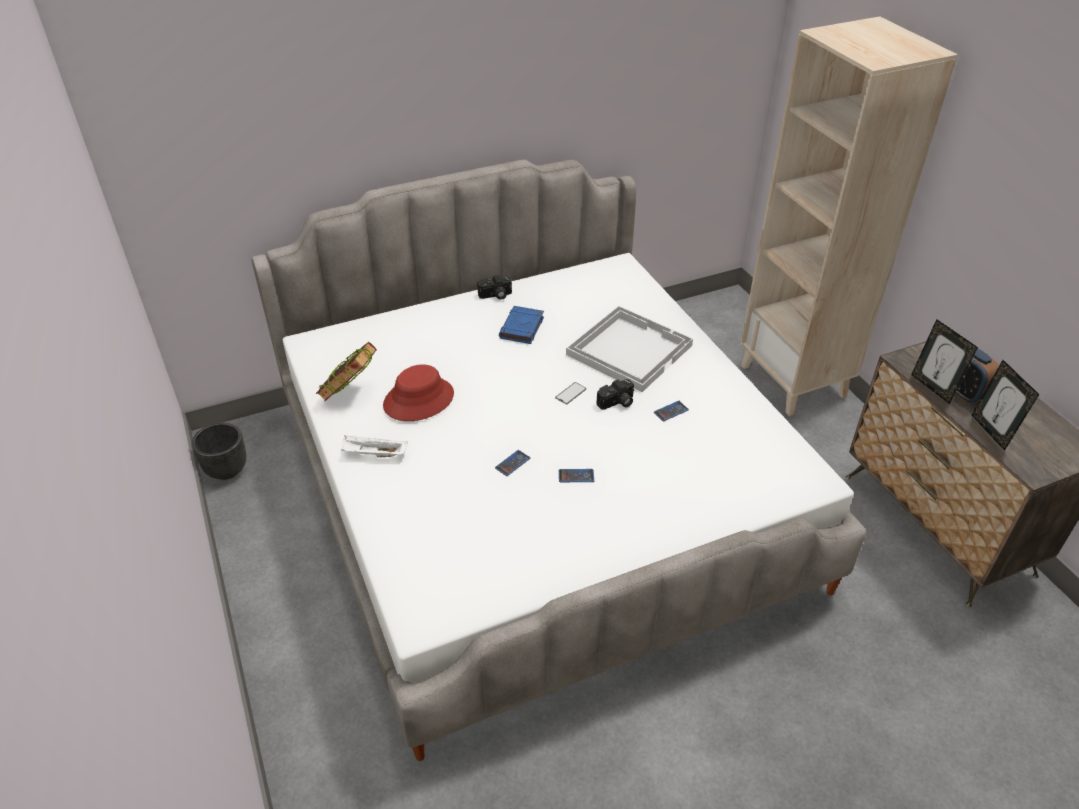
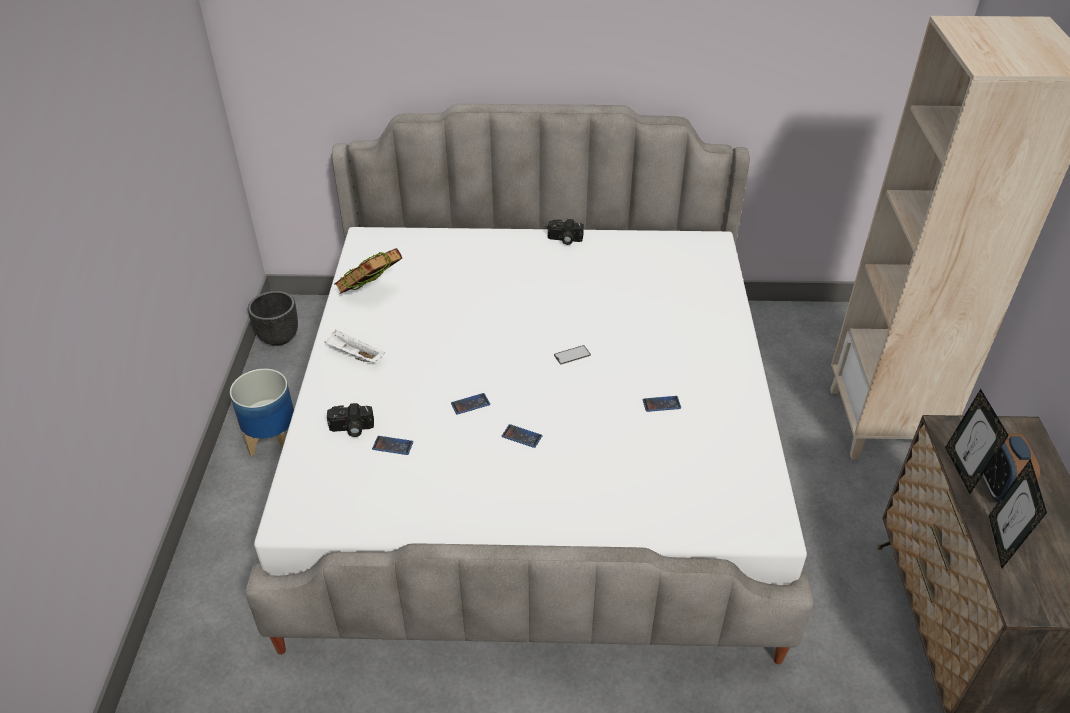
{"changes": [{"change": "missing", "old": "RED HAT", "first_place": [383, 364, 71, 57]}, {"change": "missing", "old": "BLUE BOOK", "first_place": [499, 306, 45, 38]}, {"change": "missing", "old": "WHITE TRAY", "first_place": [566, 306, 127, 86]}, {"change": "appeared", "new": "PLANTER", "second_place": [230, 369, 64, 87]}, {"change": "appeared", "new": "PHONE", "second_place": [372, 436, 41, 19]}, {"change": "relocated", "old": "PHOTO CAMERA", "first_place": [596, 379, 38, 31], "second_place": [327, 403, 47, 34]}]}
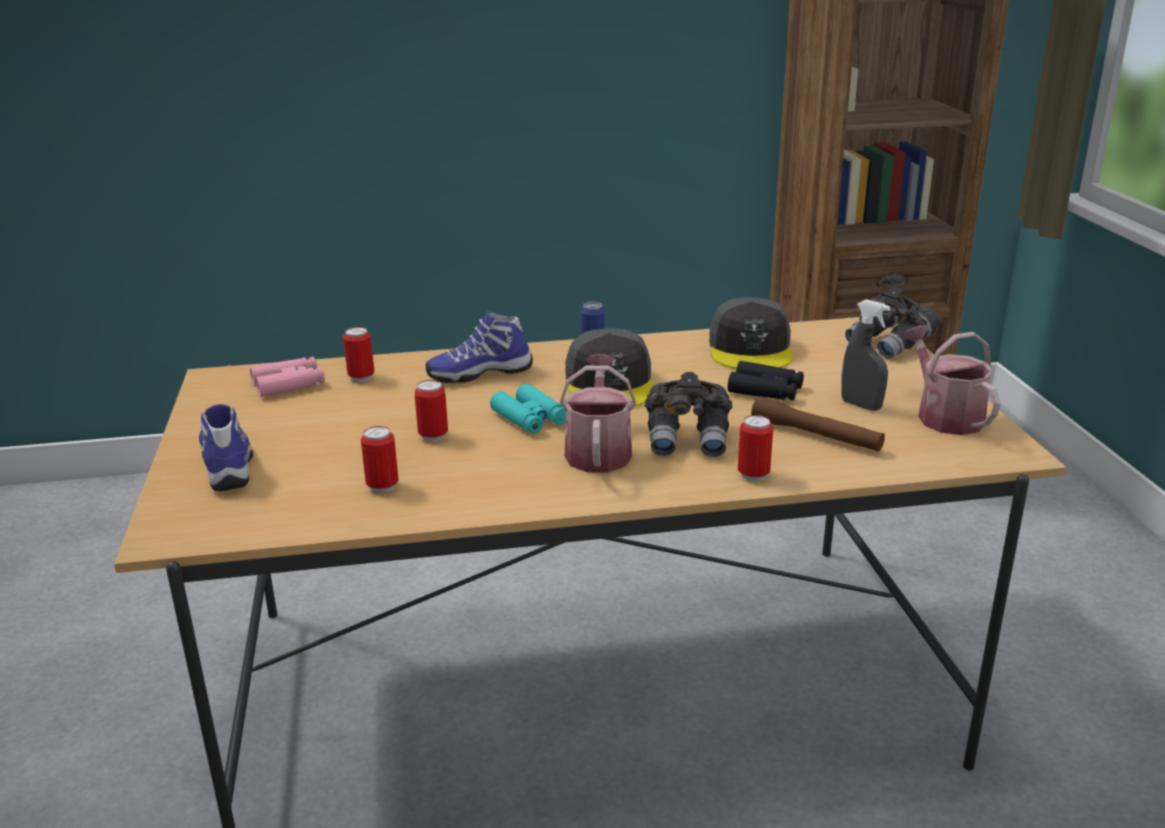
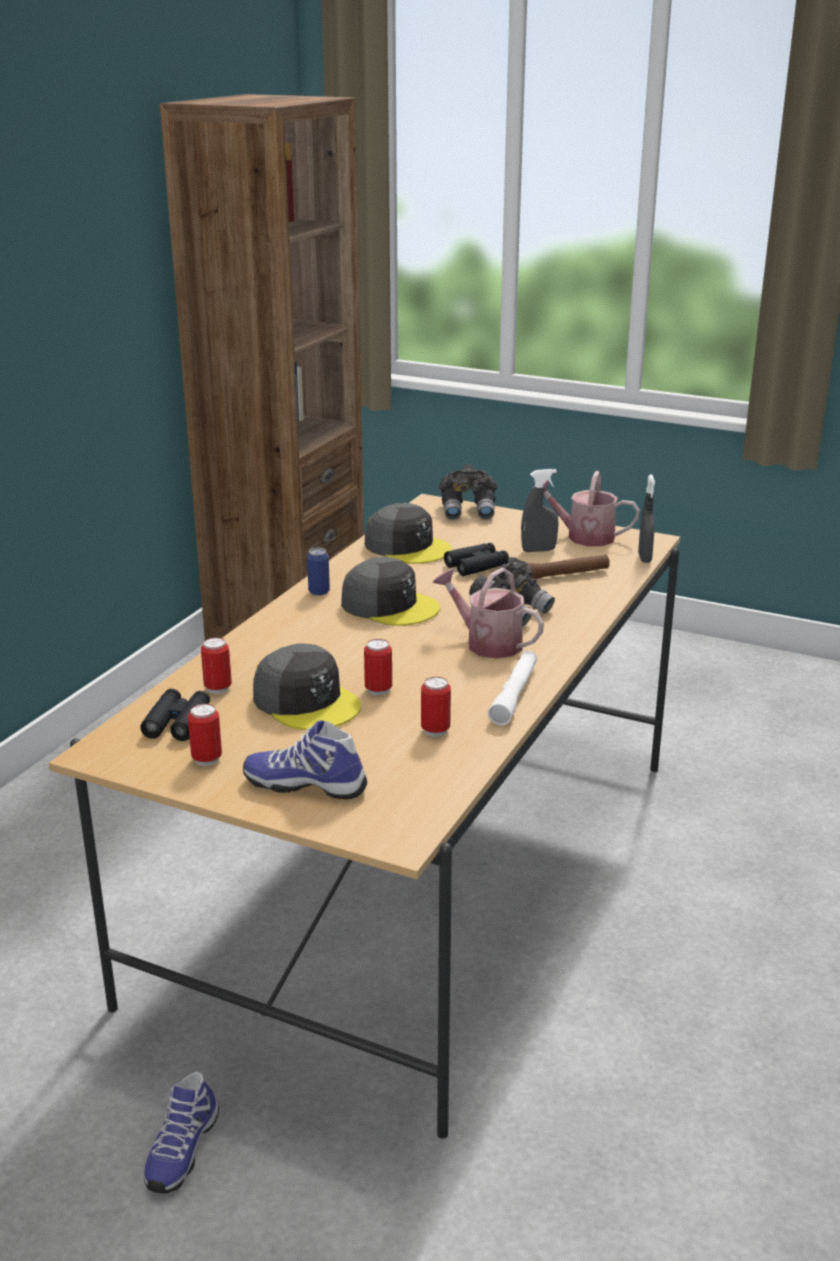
{"changes": [{"change": "missing", "old": "TURQUOISE BINOCULARS", "first_place": [490, 384, 76, 50]}, {"change": "appeared", "new": "GREY CAP", "second_place": [253, 643, 108, 87]}, {"change": "appeared", "new": "WHITE FLASHLIGHT", "second_place": [488, 651, 49, 74]}, {"change": "appeared", "new": "GREY SPRAY BOTTLE", "second_place": [638, 475, 17, 88]}, {"change": "relocated", "old": "SHOE", "first_place": [426, 312, 107, 71], "second_place": [144, 1072, 75, 122]}, {"change": "relocated", "old": "CAN", "first_place": [738, 415, 35, 67], "second_place": [188, 704, 34, 62]}, {"change": "colour", "old": "PINK BINOCULARS", "new": "BLACK BINOCULARS", "first_place": [250, 357, 75, 40], "second_place": [140, 689, 70, 52]}]}
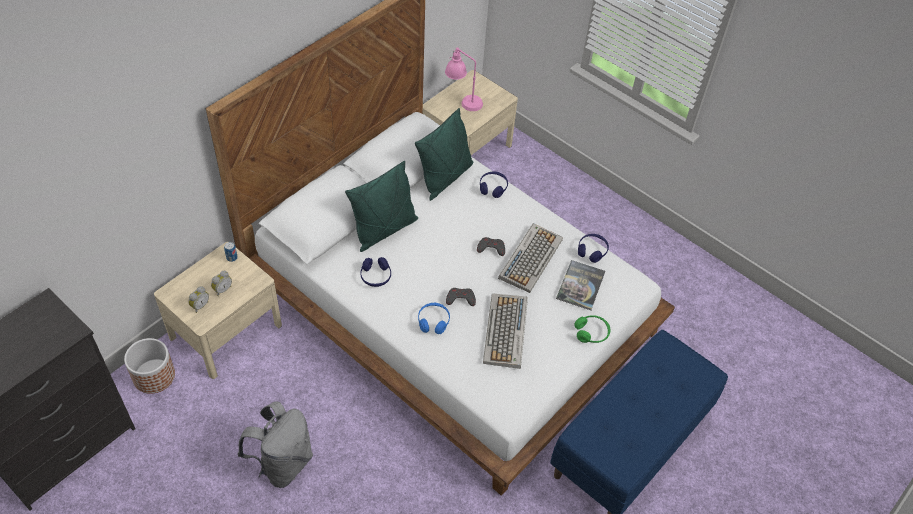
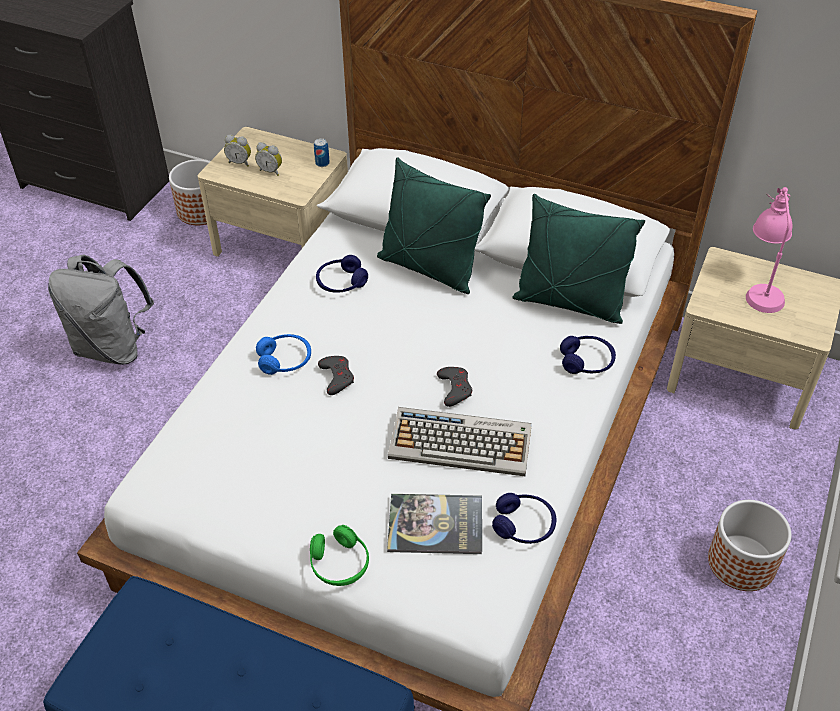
{"changes": [{"change": "missing", "old": "KEYBOARD", "first_place": [483, 294, 45, 75]}, {"change": "appeared", "new": "PLANTER", "second_place": [708, 500, 84, 91]}]}
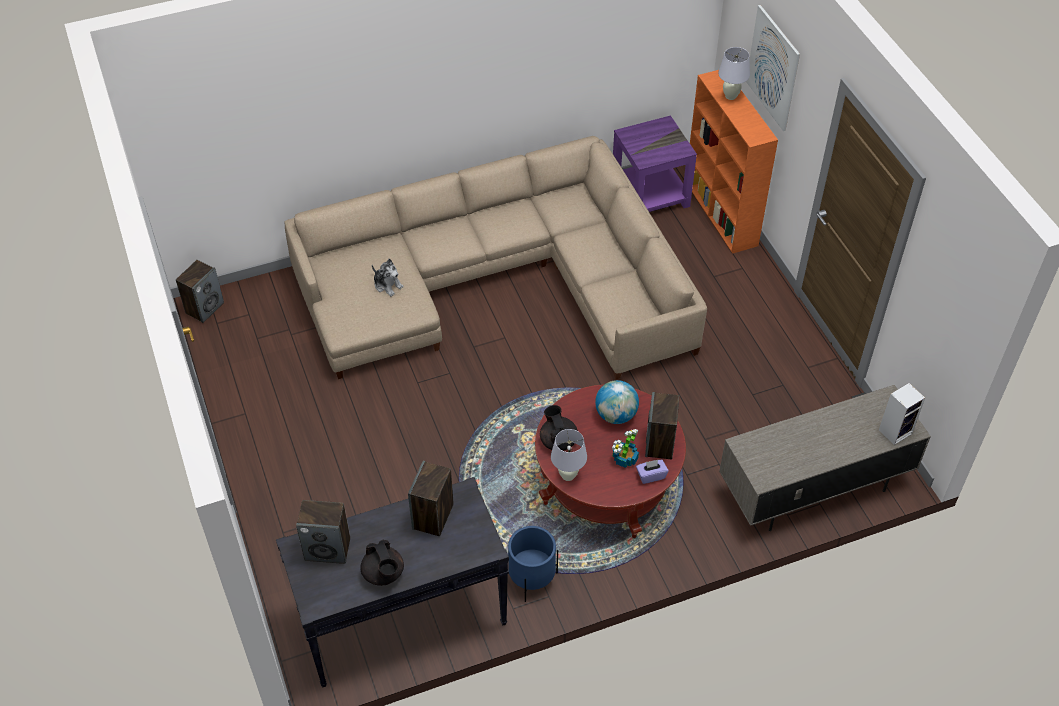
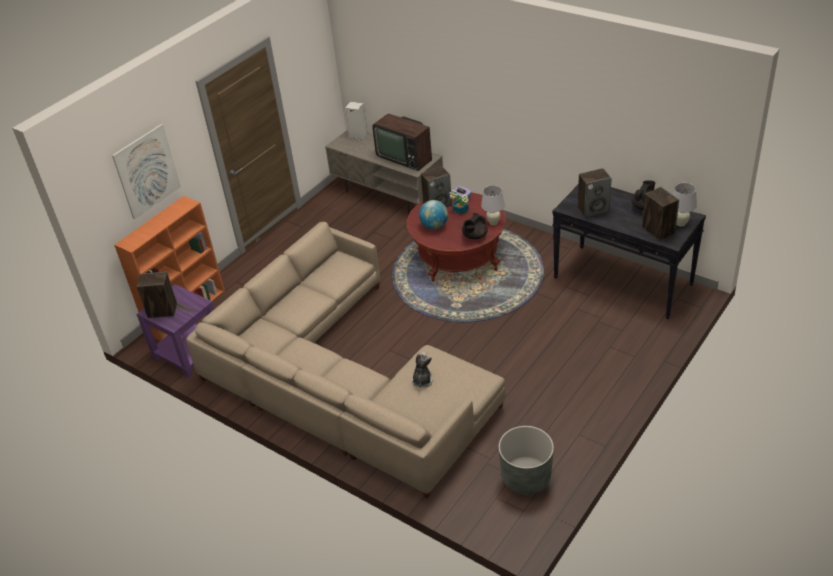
{"changes": [{"change": "missing", "old": "BLUE PLANTER", "first_place": [508, 526, 50, 76]}, {"change": "appeared", "new": "TELEVISION", "second_place": [372, 114, 60, 57]}, {"change": "appeared", "new": "GREY PLANTER", "second_place": [499, 426, 55, 68]}, {"change": "relocated", "old": "SPEAKER", "first_place": [176, 260, 48, 63], "second_place": [137, 272, 40, 46]}, {"change": "relocated", "old": "WHITE TABLE LAMP", "first_place": [718, 47, 32, 53], "second_place": [673, 183, 24, 44]}]}
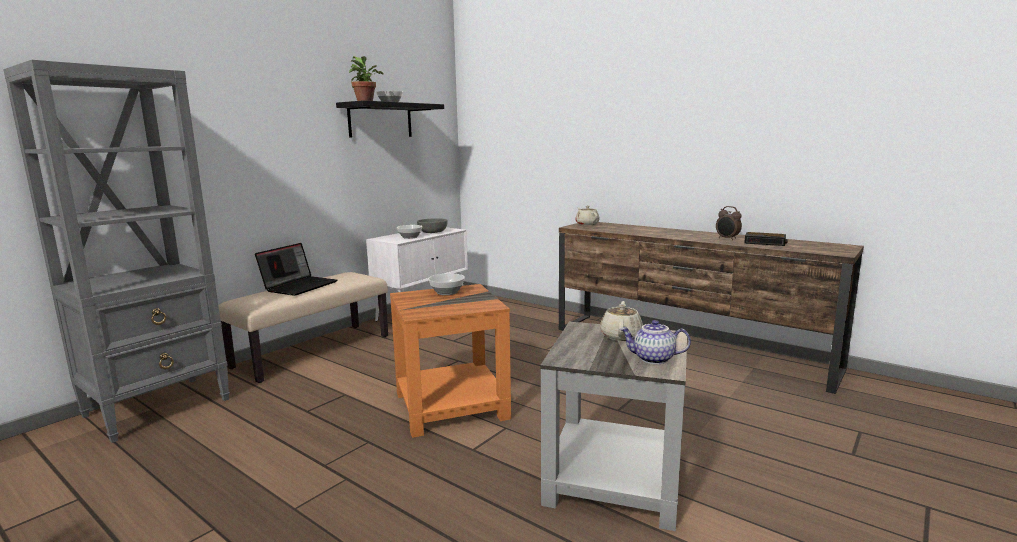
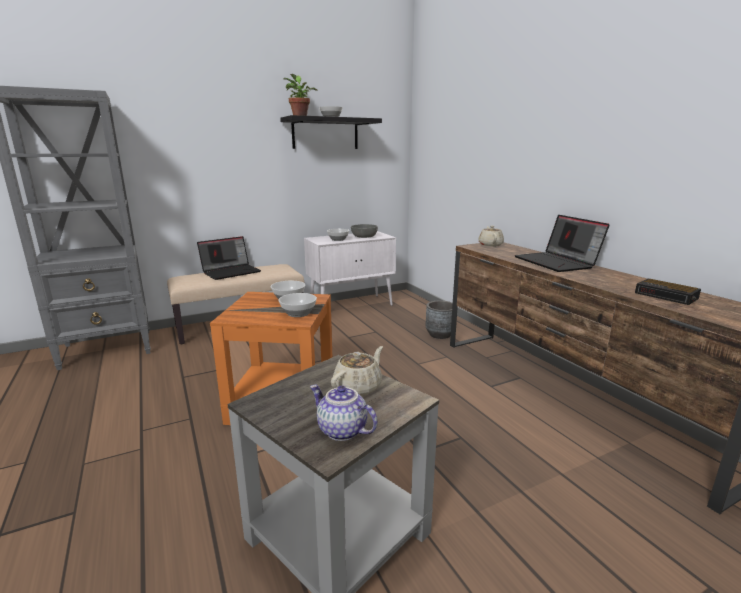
{"changes": [{"change": "missing", "old": "ALARM CLOCK", "first_place": [716, 206, 26, 34]}, {"change": "appeared", "new": "BOWL", "second_place": [279, 293, 38, 24]}, {"change": "appeared", "new": "GREY PLANTER", "second_place": [426, 301, 27, 38]}, {"change": "appeared", "new": "LAPTOP", "second_place": [514, 215, 96, 57]}]}
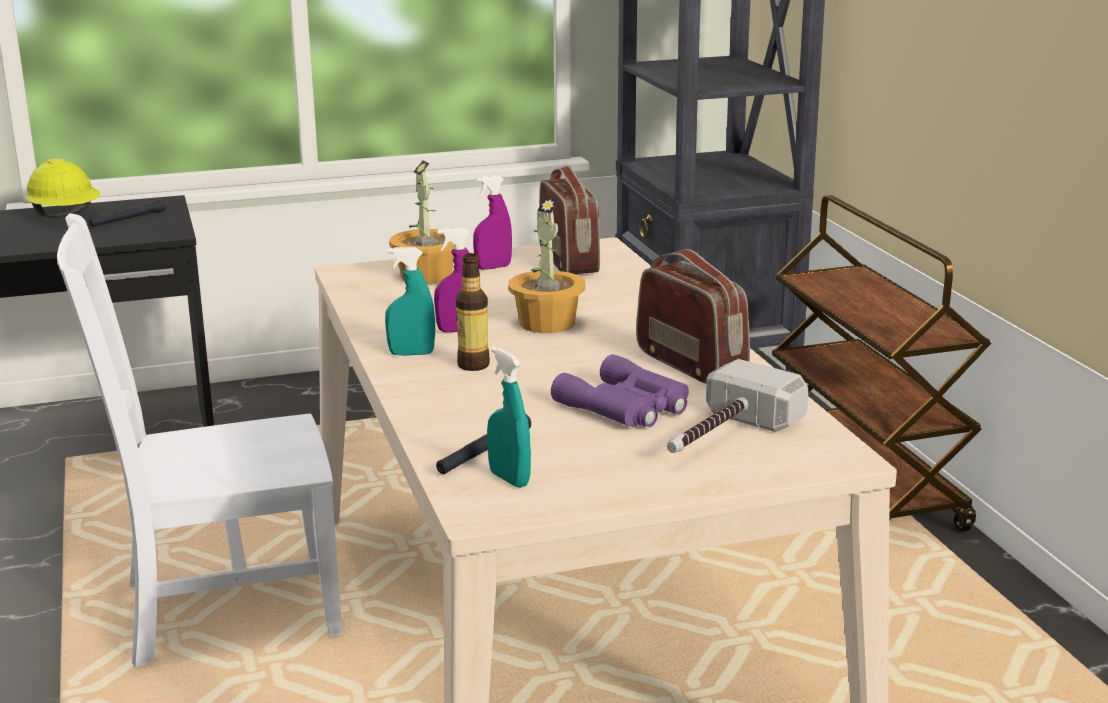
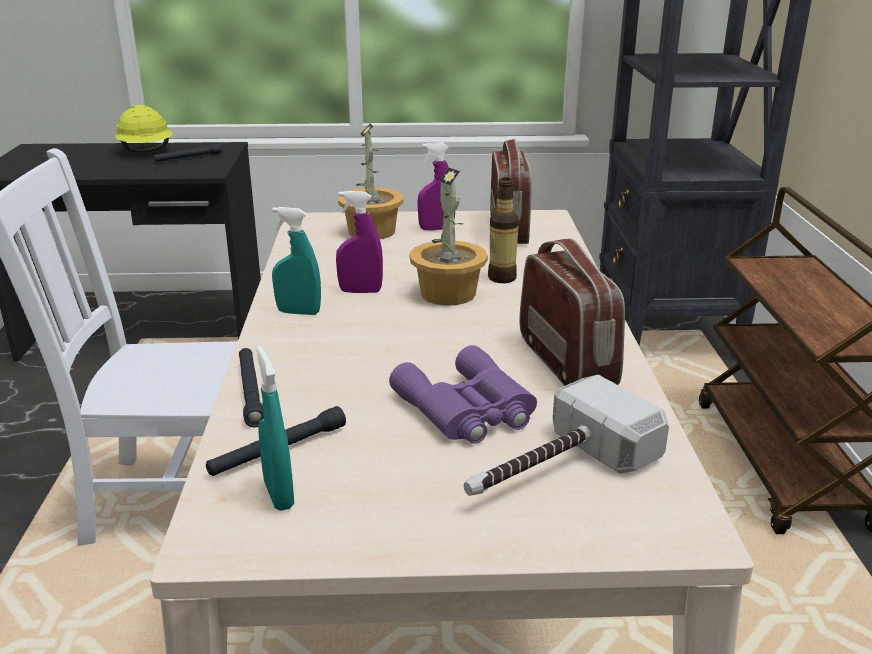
{"changes": [{"change": "appeared", "new": "BLACK FLASHLIGHT", "second_place": [239, 348, 25, 79]}, {"change": "relocated", "old": "BOTTLE", "first_place": [456, 253, 34, 118], "second_place": [488, 178, 31, 105]}]}
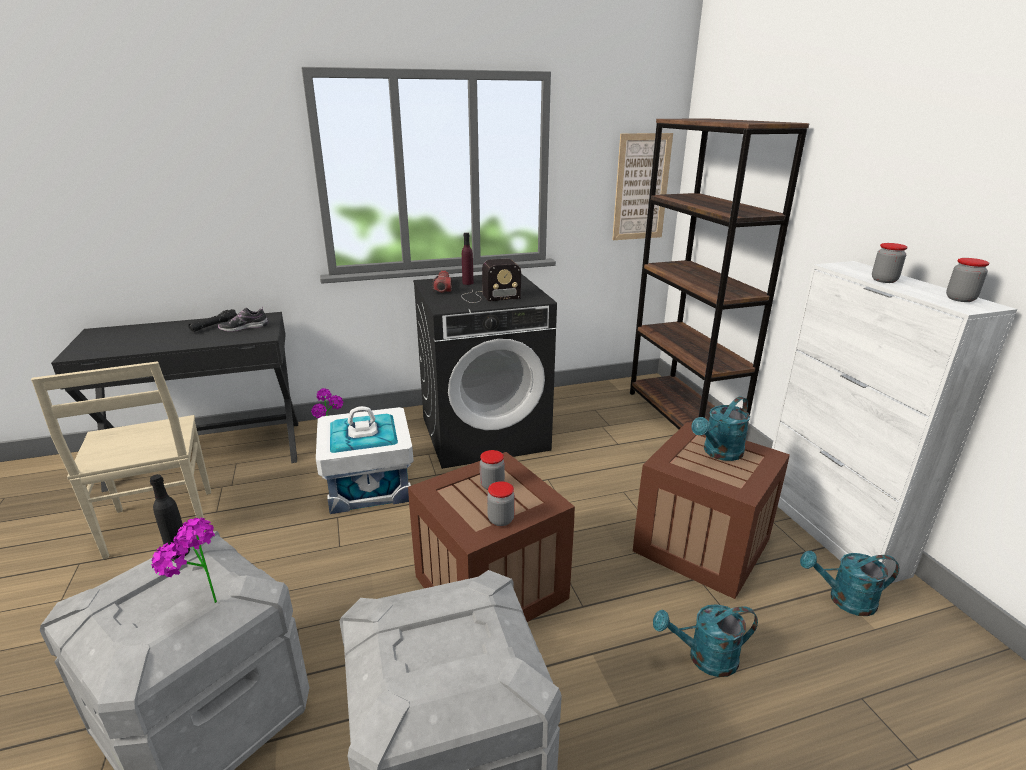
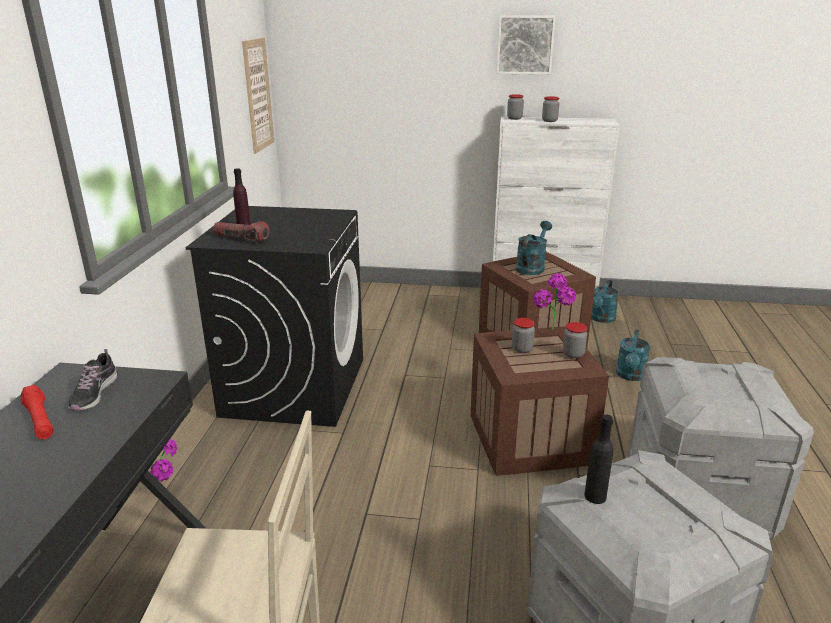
{"changes": [{"change": "missing", "old": "WHITE STORAGE BOX", "first_place": [316, 406, 98, 108]}, {"change": "missing", "old": "RADIO", "first_place": [461, 259, 60, 44]}, {"change": "missing", "old": "BROWN BOOKCASE", "first_place": [630, 119, 180, 310]}, {"change": "appeared", "new": "PICTURE", "second_place": [497, 15, 59, 60]}, {"change": "relocated", "old": "POTTED PLANT", "first_place": [151, 518, 66, 85], "second_place": [533, 273, 43, 57]}, {"change": "relocated", "old": "JAR", "first_place": [946, 258, 43, 44], "second_place": [507, 94, 17, 26]}, {"change": "colour", "old": "BLACK FLASHLIGHT", "new": "RED FLASHLIGHT", "first_place": [188, 309, 49, 23], "second_place": [20, 385, 34, 54]}, {"change": "spun", "old": "TURQUOISE WATERING CAN", "first_place": [691, 396, 59, 65], "second_place": [516, 221, 36, 54], "degrees": -135}]}
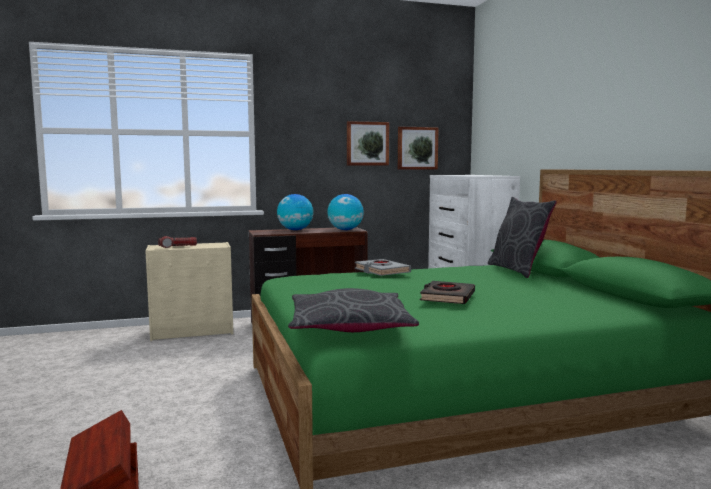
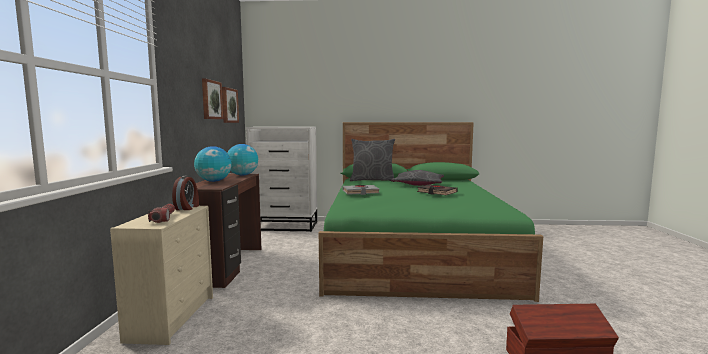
{"changes": [{"change": "appeared", "new": "ALARM CLOCK", "second_place": [172, 176, 27, 34]}, {"change": "relocated", "old": "GREY PILLOW", "first_place": [288, 288, 131, 44], "second_place": [391, 170, 53, 16]}]}
